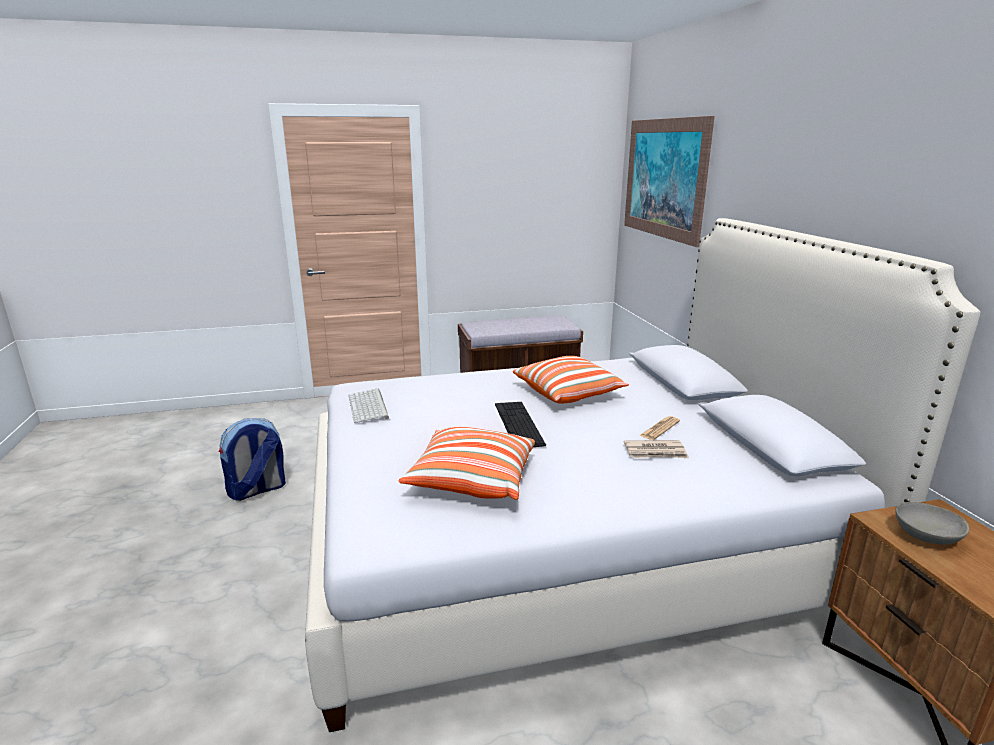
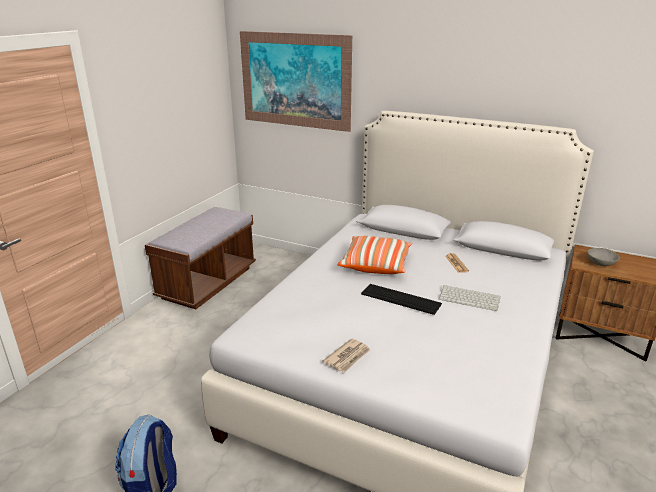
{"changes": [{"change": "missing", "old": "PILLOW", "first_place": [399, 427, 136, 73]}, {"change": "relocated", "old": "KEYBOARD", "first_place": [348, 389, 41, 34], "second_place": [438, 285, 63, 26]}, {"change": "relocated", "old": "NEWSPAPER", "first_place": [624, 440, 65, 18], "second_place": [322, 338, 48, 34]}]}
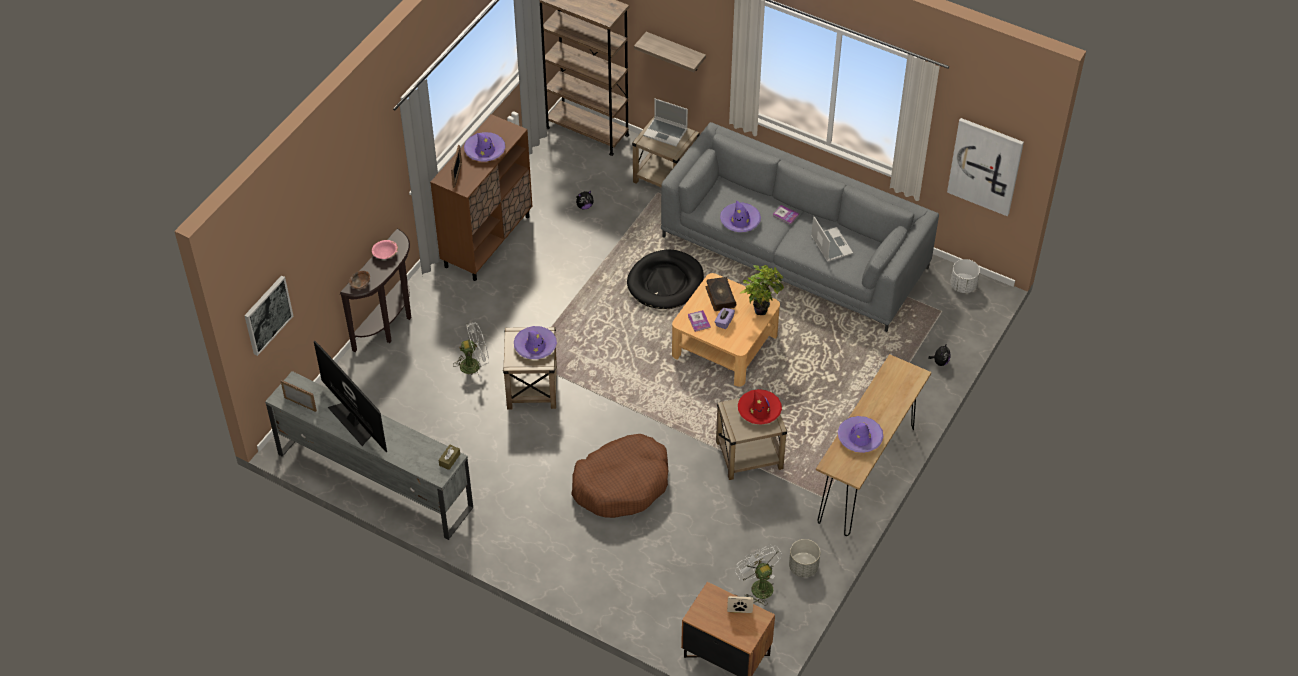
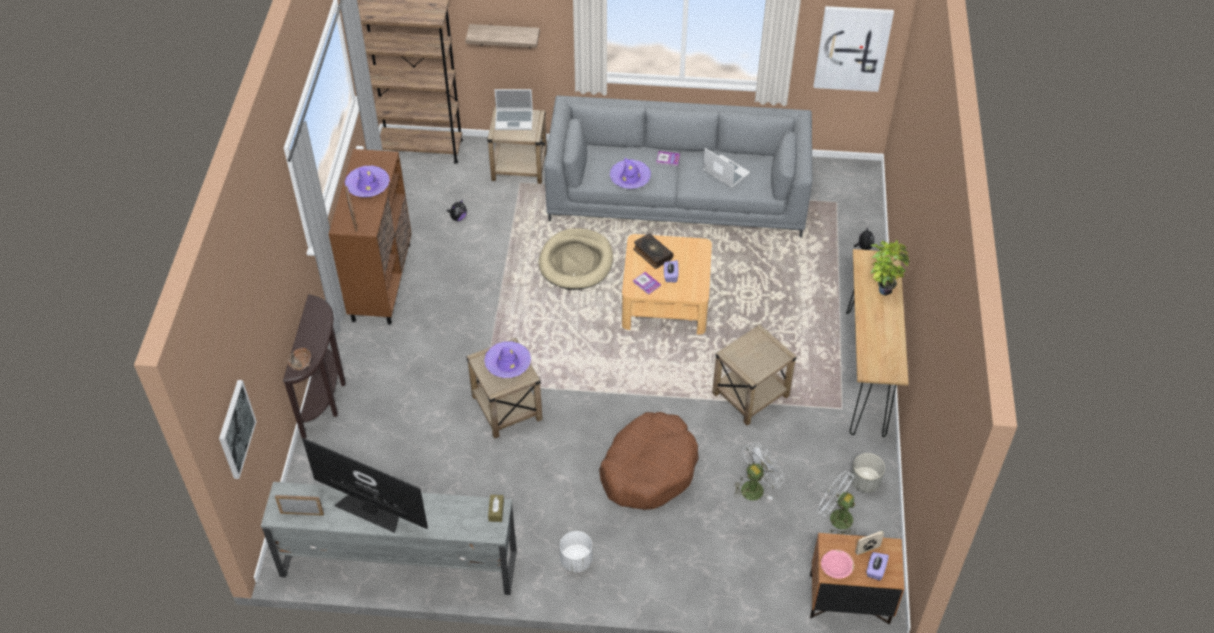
{"changes": [{"change": "missing", "old": "RED HAT", "first_place": [738, 389, 44, 36]}, {"change": "missing", "old": "PURPLE HAT", "first_place": [838, 416, 45, 37]}, {"change": "appeared", "new": "PURPLE TISSUE BOX", "second_place": [866, 552, 23, 29]}, {"change": "relocated", "old": "PINK BOWL", "first_place": [372, 240, 26, 19], "second_place": [821, 550, 33, 29]}, {"change": "relocated", "old": "WHITE FAN", "first_place": [454, 322, 35, 56], "second_place": [734, 443, 50, 57]}, {"change": "relocated", "old": "POTTED PLANT", "first_place": [739, 265, 45, 50], "second_place": [870, 240, 39, 56]}, {"change": "relocated", "old": "WHITE PLANTER", "first_place": [950, 259, 30, 34], "second_place": [560, 531, 32, 41]}, {"change": "colour", "old": "BLACK DOG BED", "new": "BEIGE DOG BED", "first_place": [627, 250, 77, 59], "second_place": [539, 228, 74, 62]}]}
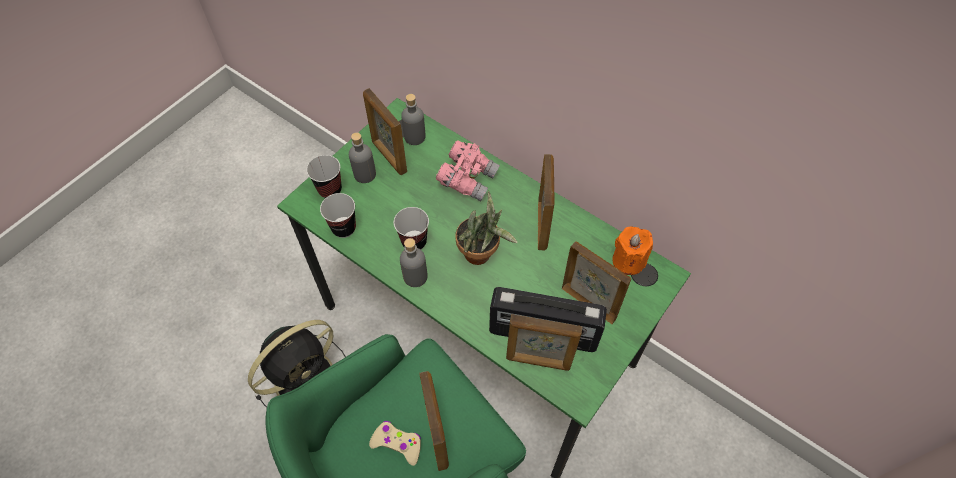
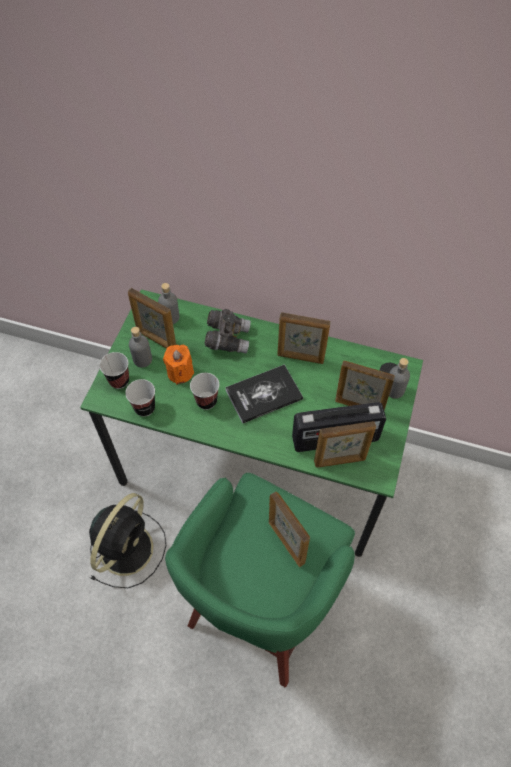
{"changes": [{"change": "missing", "old": "BEIGE GAME CONTROLLER", "first_place": [369, 421, 52, 45]}, {"change": "relocated", "old": "GREY BOTTLE", "first_place": [400, 238, 28, 49], "second_place": [389, 358, 21, 41]}, {"change": "relocated", "old": "ORANGE CANDLE", "first_place": [612, 226, 41, 49], "second_place": [163, 345, 31, 39]}, {"change": "exchanged", "old": "POTTED PLANT", "new": "BOOK", "first_place": [455, 191, 63, 74], "second_place": [225, 364, 78, 59]}, {"change": "colour", "old": "PINK BINOCULARS", "new": "GREY BINOCULARS", "first_place": [435, 141, 65, 60], "second_place": [205, 309, 46, 44]}, {"change": "spun", "old": "PICTURE FRAME", "first_place": [538, 154, 17, 96], "second_place": [277, 312, 54, 52], "degrees": 120}]}
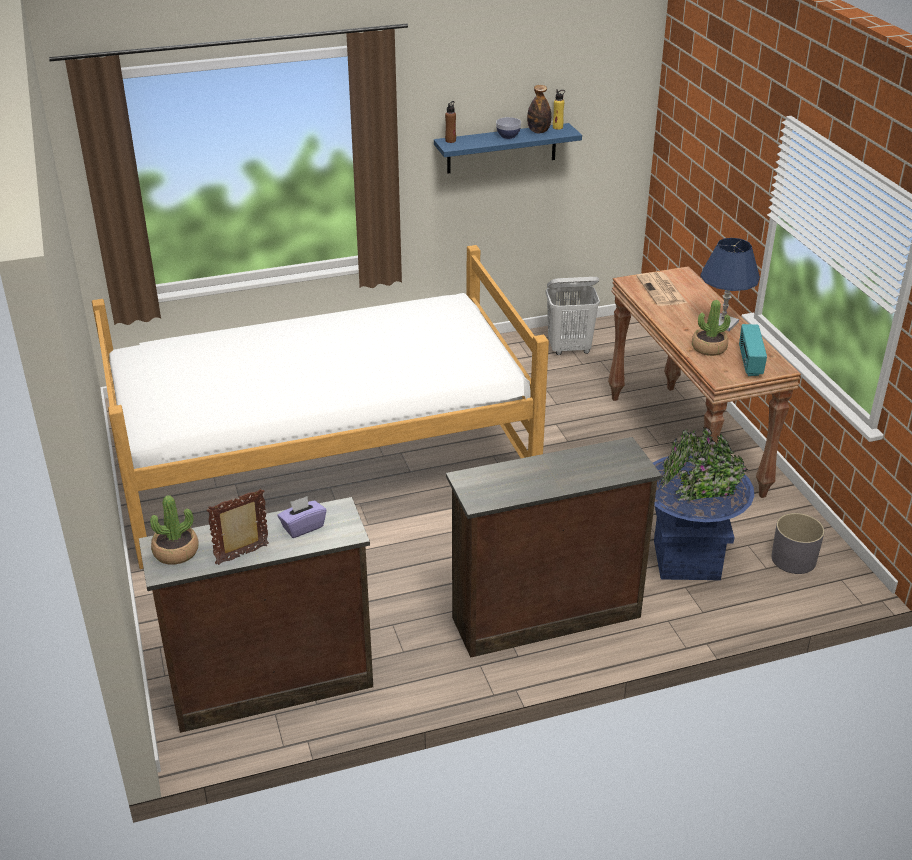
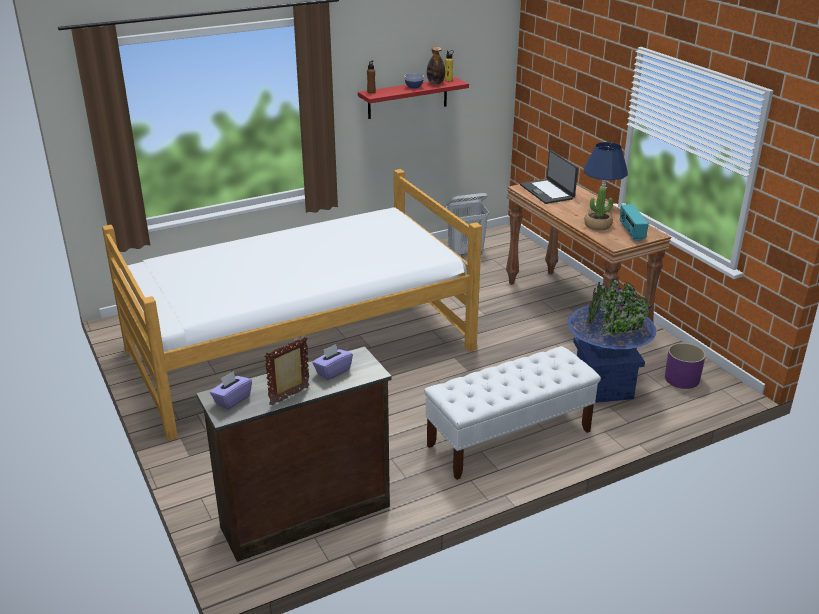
{"changes": [{"change": "exchanged", "old": "POTTED PLANT", "new": "PURPLE TISSUE BOX", "first_place": [150, 495, 48, 70], "second_place": [210, 371, 42, 39]}, {"change": "exchanged", "old": "BROWN DRESSER", "new": "WHITE BENCH", "first_place": [446, 437, 216, 221], "second_place": [424, 346, 177, 134]}, {"change": "exchanged", "old": "NEWSPAPER", "new": "LAPTOP", "first_place": [637, 272, 50, 34], "second_place": [520, 150, 58, 54]}, {"change": "colour", "old": "BLUE SHELF", "new": "RED SHELF", "first_place": [434, 123, 148, 51], "second_place": [358, 77, 111, 42]}, {"change": "colour", "old": "GREY PLANTER", "new": "PURPLE PLANTER", "first_place": [771, 513, 53, 61], "second_place": [665, 343, 41, 46]}]}
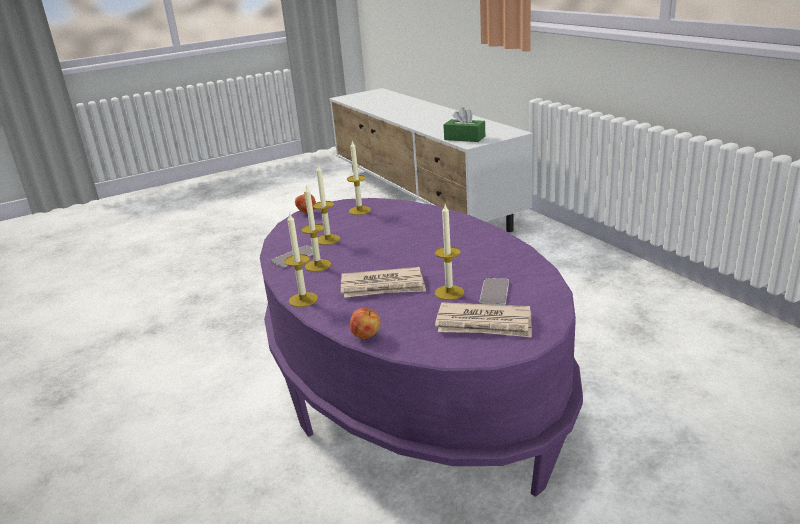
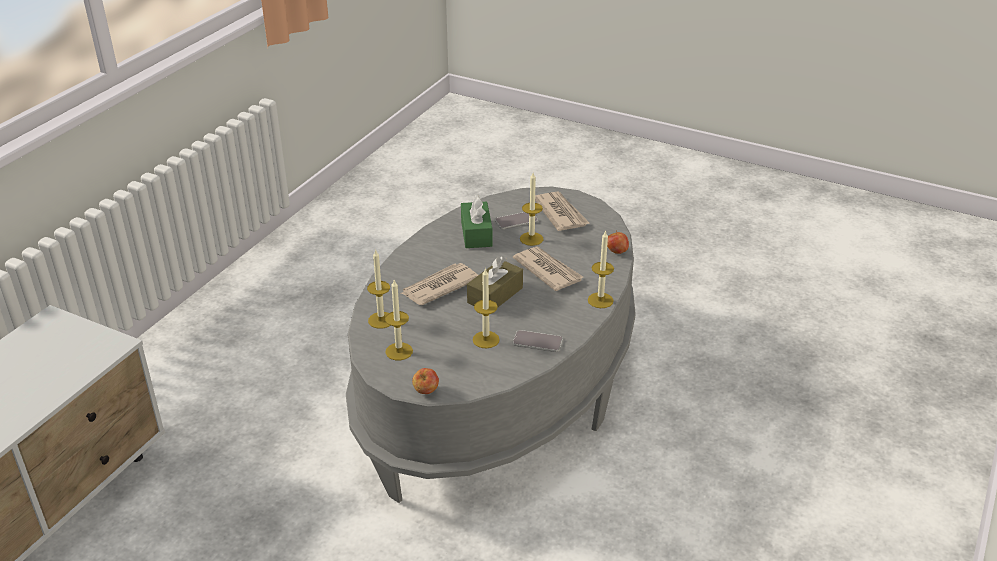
{"changes": [{"change": "appeared", "new": "NEWSPAPER", "second_place": [400, 263, 78, 42]}, {"change": "appeared", "new": "BROWN TISSUE BOX", "second_place": [467, 256, 56, 52]}, {"change": "relocated", "old": "CANDLE", "first_place": [301, 184, 30, 88], "second_place": [367, 249, 24, 80]}, {"change": "relocated", "old": "GREEN TISSUE BOX", "first_place": [443, 107, 42, 35], "second_place": [461, 195, 32, 53]}, {"change": "colour", "old": "PURPLE COFFEE TABLE", "new": "GREY COFFEE TABLE", "first_place": [260, 198, 323, 299], "second_place": [346, 186, 290, 317]}]}
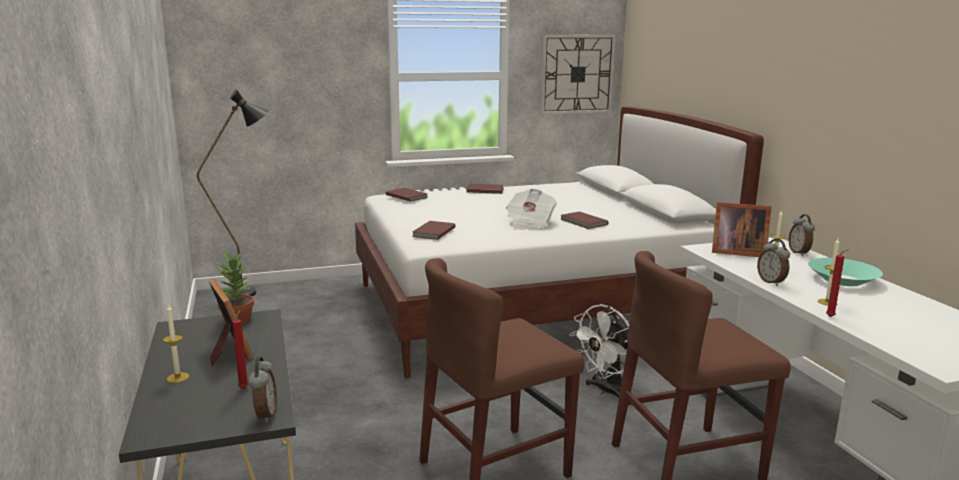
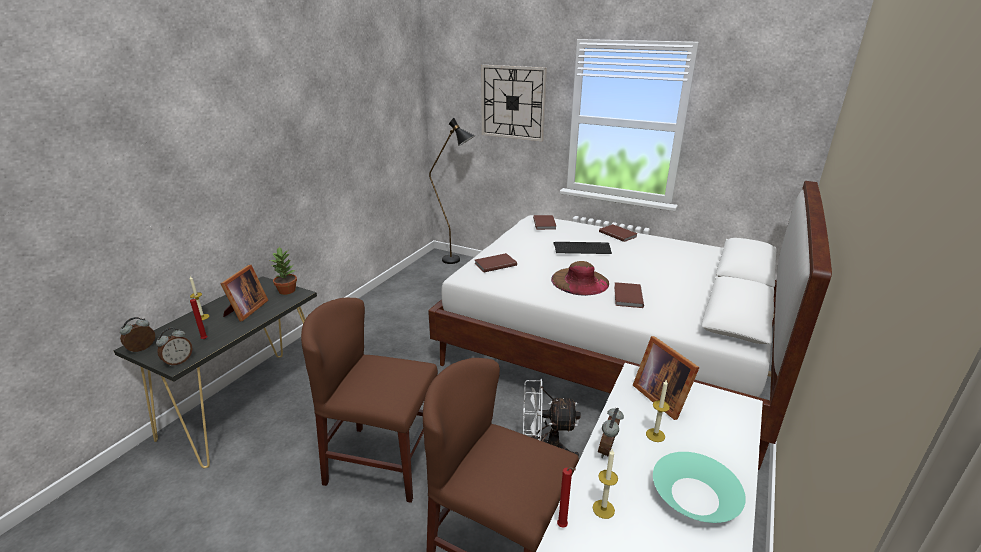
{"changes": [{"change": "appeared", "new": "KEYBOARD", "second_place": [553, 242, 59, 12]}, {"change": "relocated", "old": "WALL CLOCK", "first_place": [541, 34, 75, 81], "second_place": [481, 65, 66, 76]}, {"change": "relocated", "old": "ALARM CLOCK", "first_place": [789, 214, 26, 42], "second_place": [120, 317, 35, 36]}, {"change": "exchanged", "old": "NEWSPAPER", "new": "BROWN HAT", "first_place": [506, 188, 51, 42], "second_place": [551, 261, 58, 35]}]}
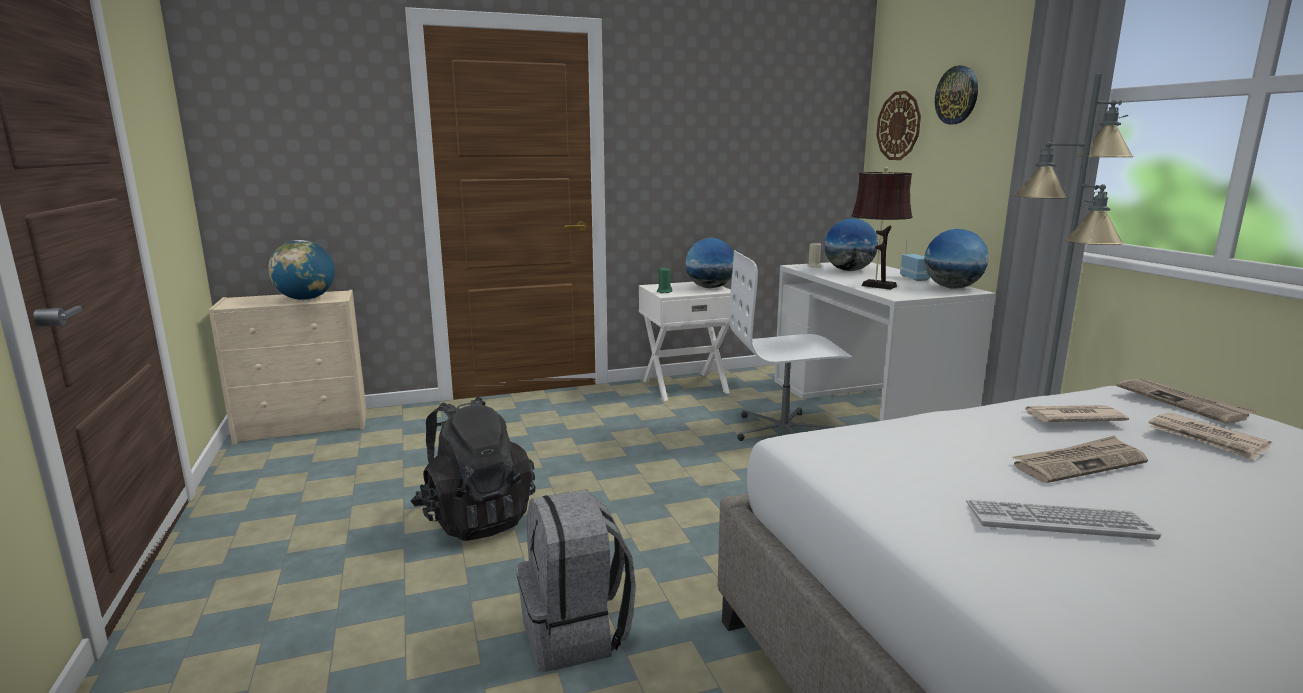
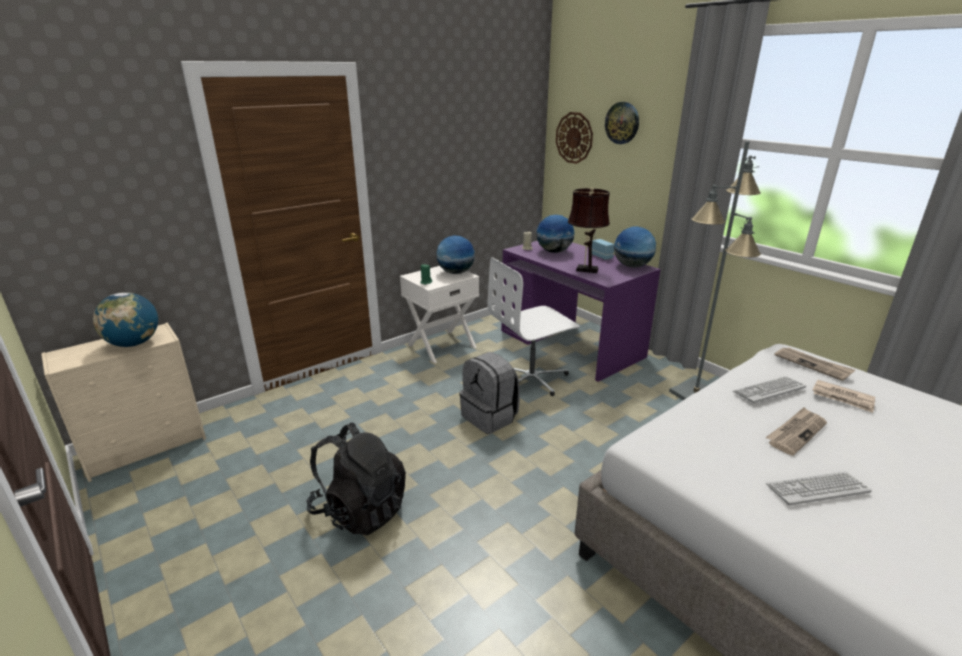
{"changes": [{"change": "relocated", "old": "GREY BACKPACK", "first_place": [517, 489, 119, 183], "second_place": [459, 352, 61, 82]}, {"change": "exchanged", "old": "NEWSPAPER", "new": "KEYBOARD", "first_place": [1025, 405, 104, 17], "second_place": [733, 376, 73, 27]}, {"change": "colour", "old": "WHITE DESK", "new": "PURPLE DESK", "first_place": [774, 262, 222, 159], "second_place": [501, 241, 160, 141]}]}
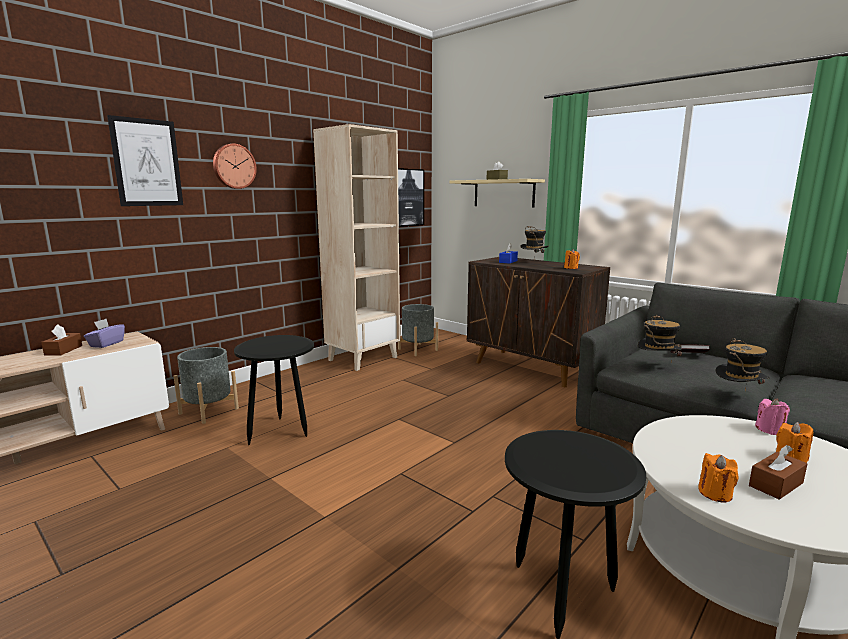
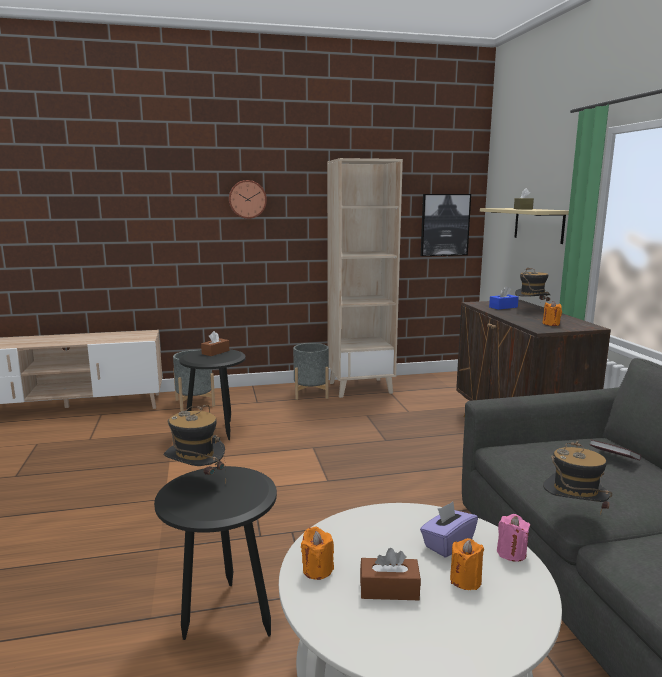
{"changes": [{"change": "missing", "old": "PICTURE", "first_place": [107, 115, 76, 91]}, {"change": "relocated", "old": "BROWN TISSUE BOX", "first_place": [41, 324, 41, 32], "second_place": [201, 331, 28, 25]}, {"change": "relocated", "old": "PURPLE TISSUE BOX", "first_place": [84, 319, 41, 29], "second_place": [420, 502, 58, 56]}, {"change": "relocated", "old": "GREY PLANTER", "first_place": [398, 304, 40, 52], "second_place": [293, 343, 36, 57]}, {"change": "relocated", "old": "HAT", "first_place": [637, 315, 45, 47], "second_place": [163, 405, 63, 78]}]}
